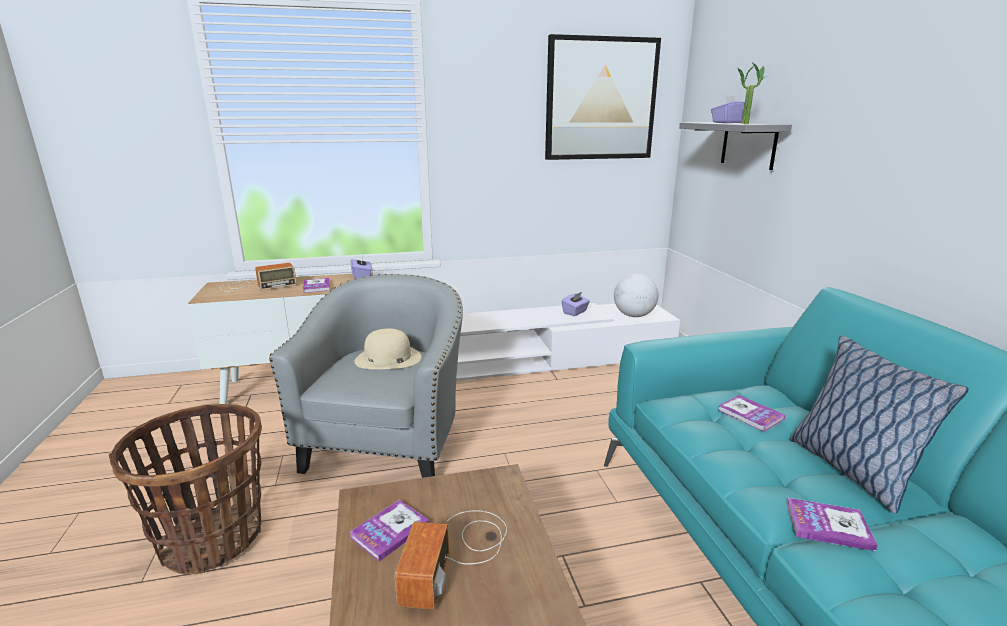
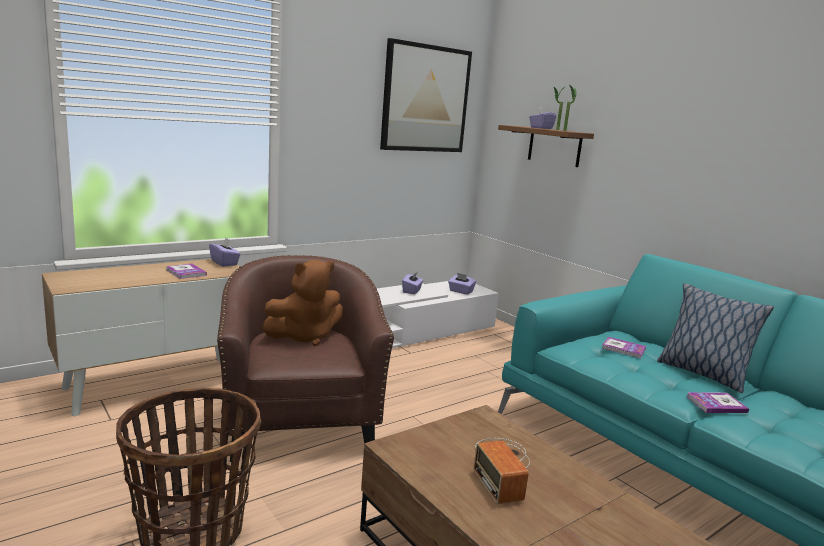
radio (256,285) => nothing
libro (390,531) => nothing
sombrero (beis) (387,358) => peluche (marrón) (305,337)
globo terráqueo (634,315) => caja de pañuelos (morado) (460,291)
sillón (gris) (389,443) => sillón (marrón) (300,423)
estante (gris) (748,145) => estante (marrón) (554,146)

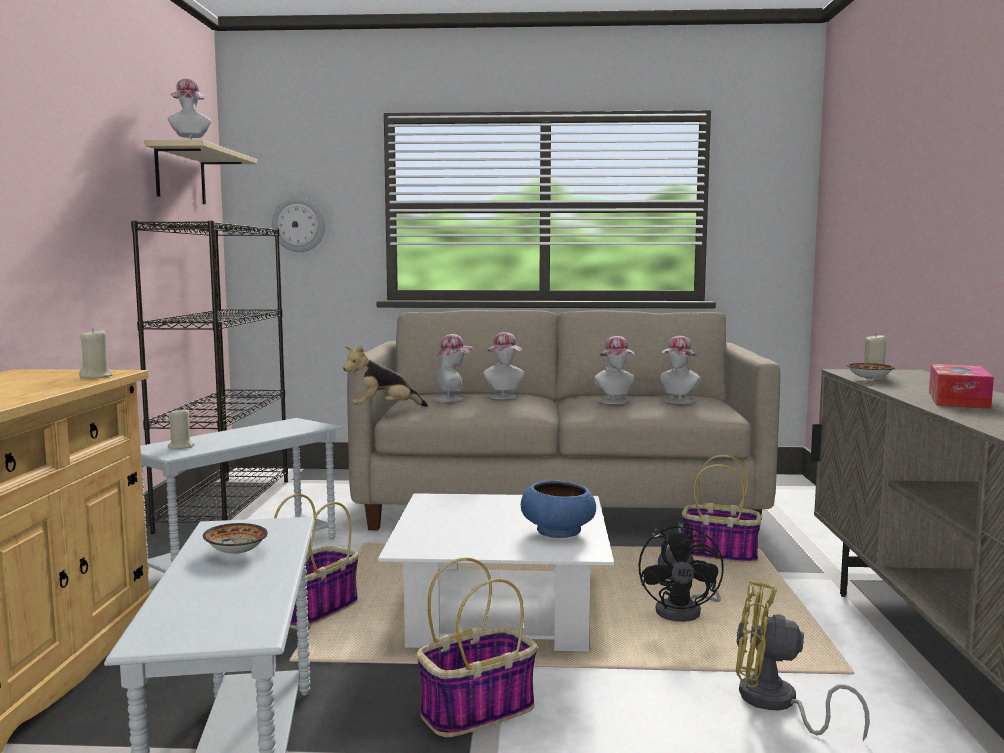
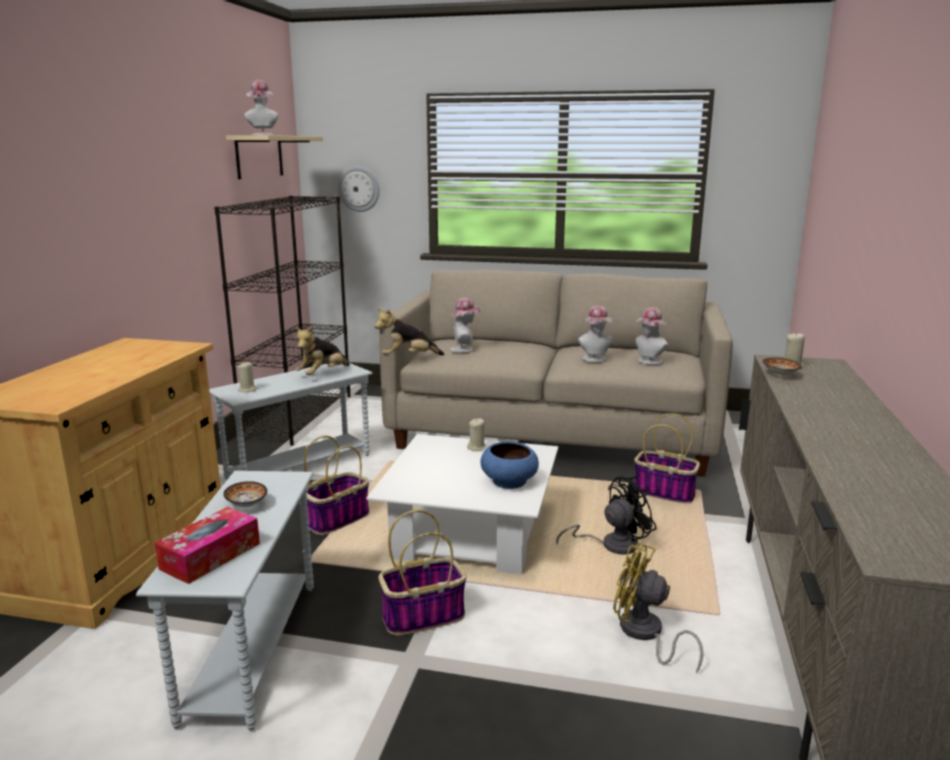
sombrero (504,397) => nothing
nothing => peluche (322,374)
vela (beis) (96,376) => vela (beis) (477,448), moved
caja de pañuelos (958,400) => caja de pañuelos (210,556), moved
ventilador (negro) (685,611) => ventilador (negro) (611,545), 135 degrees counterclockwise

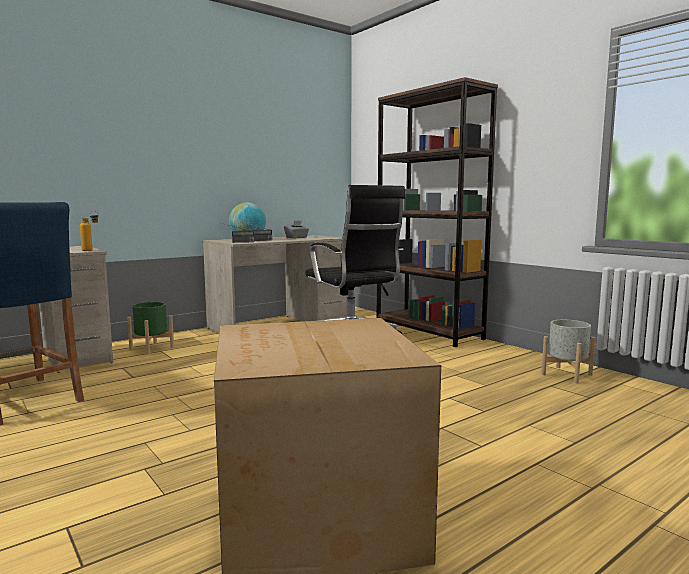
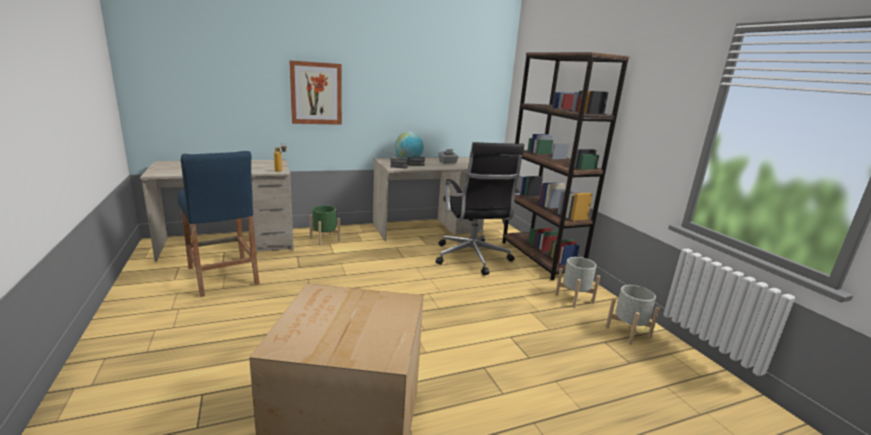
nothing => cuadro (316,93)
nothing => maceta (gris) (574,298)

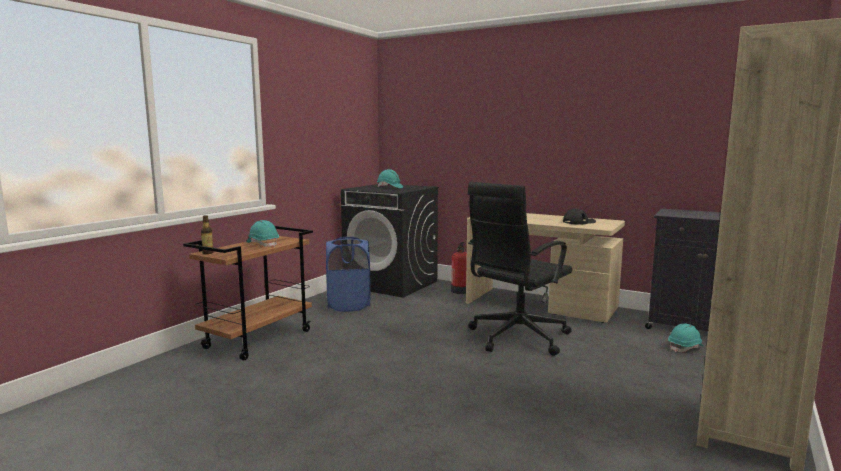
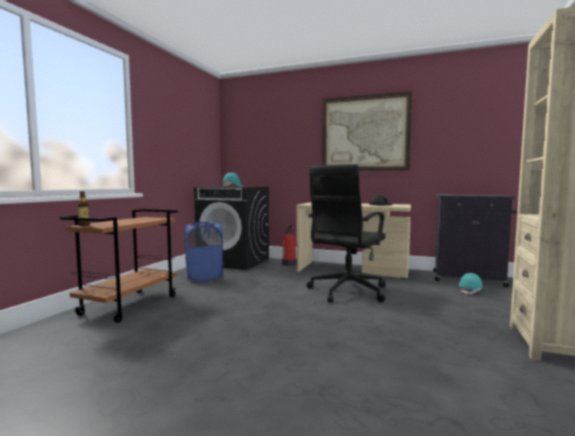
casco (turquesa) (263,244) => nothing
nothing => cuadro (364,133)

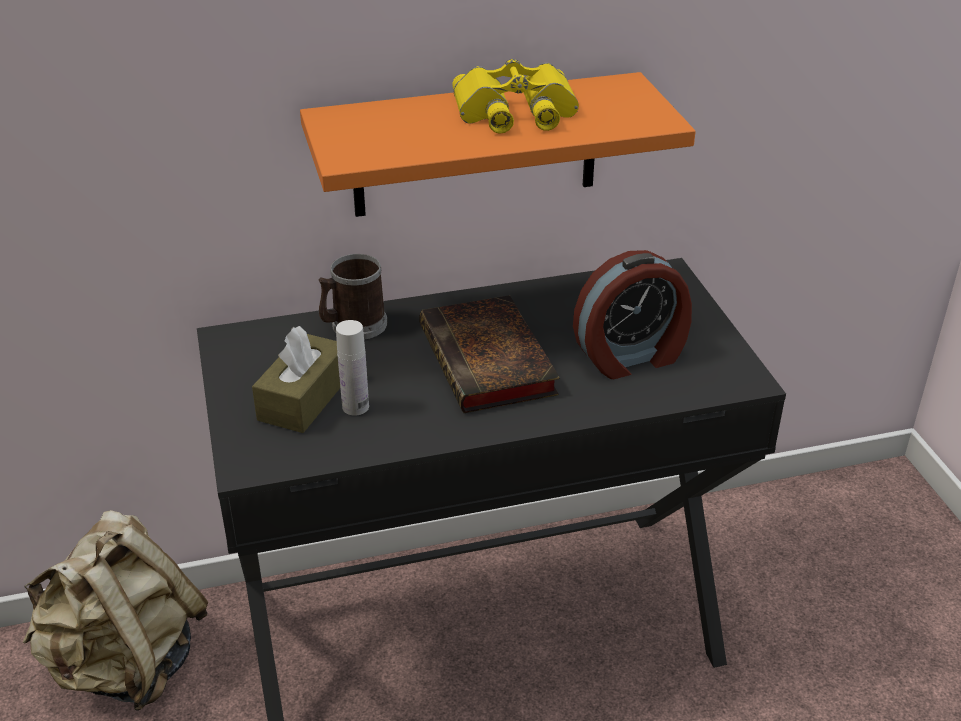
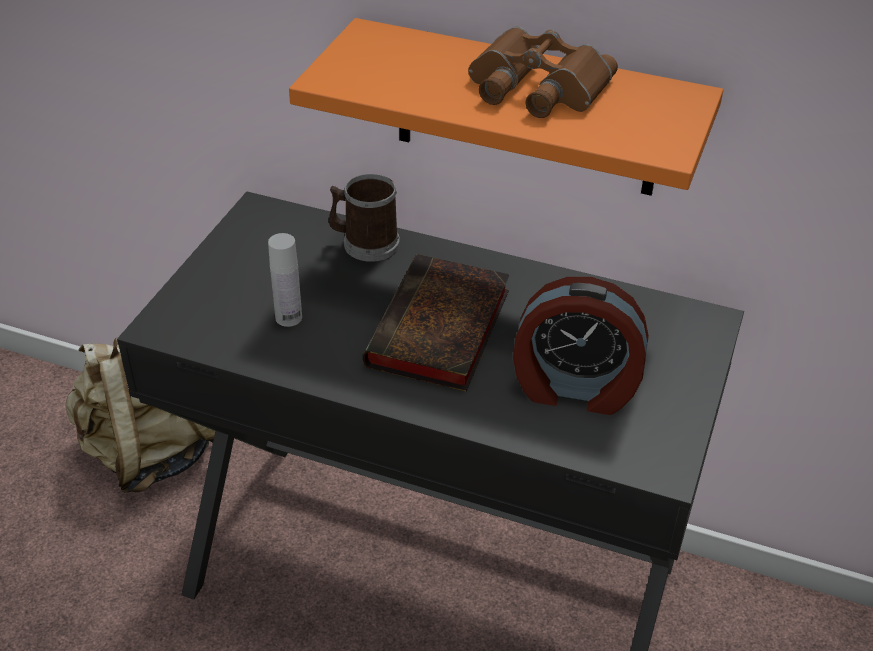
caja de pañuelos (marrón) (304,398) => nothing
prismáticos (amarillo) (515,112) => prismáticos (marrón) (535,87)

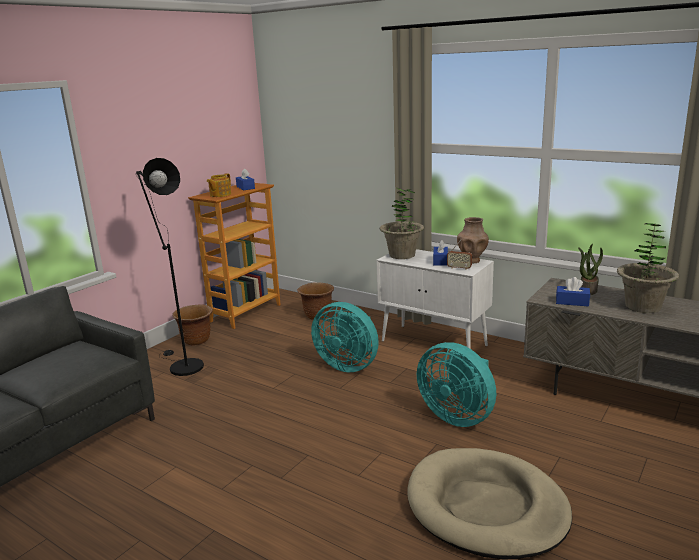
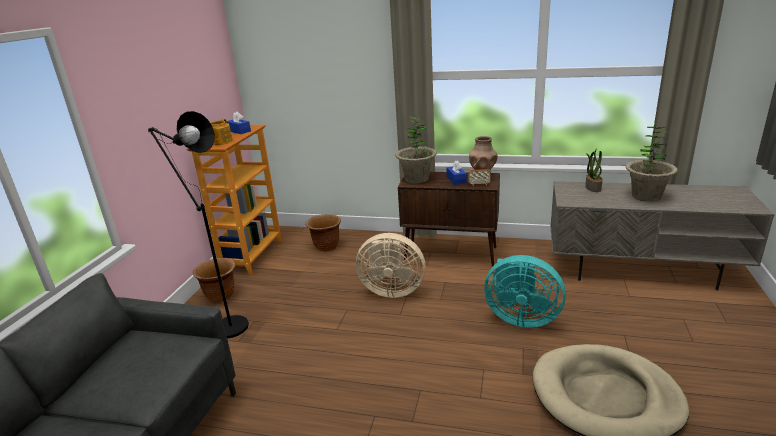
caja de pañuelos (azul) (572,302) => nothing
ventilador (turquesa) (348,365) => ventilador (beis) (391,290)
armario (blanco) (434,344) => armario (marrón) (451,254)

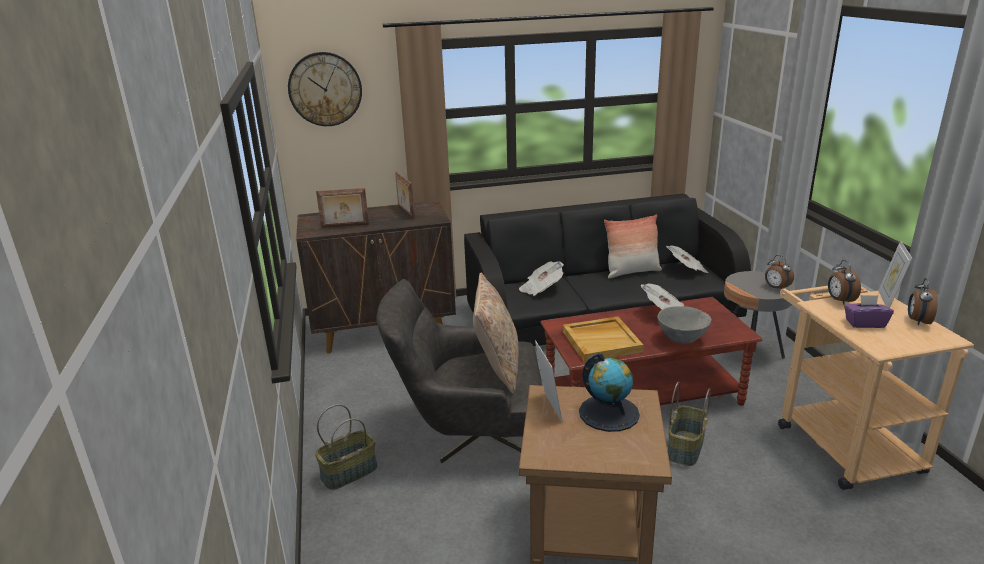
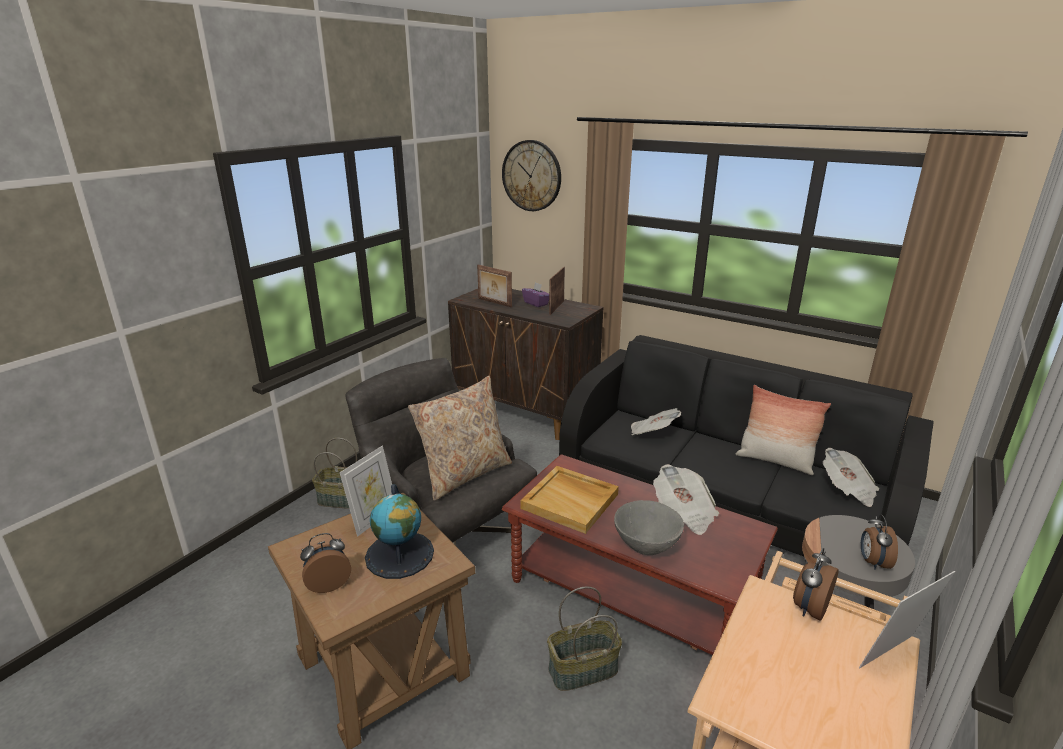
caja de pañuelos (morado) (864,323) => caja de pañuelos (morado) (536,303), moved
despertador (917,321) => despertador (328,584), moved

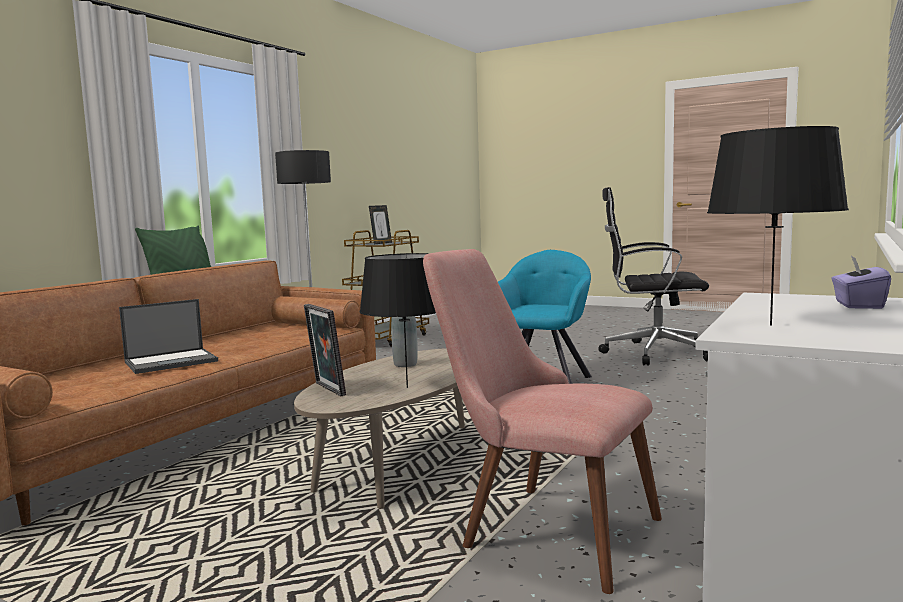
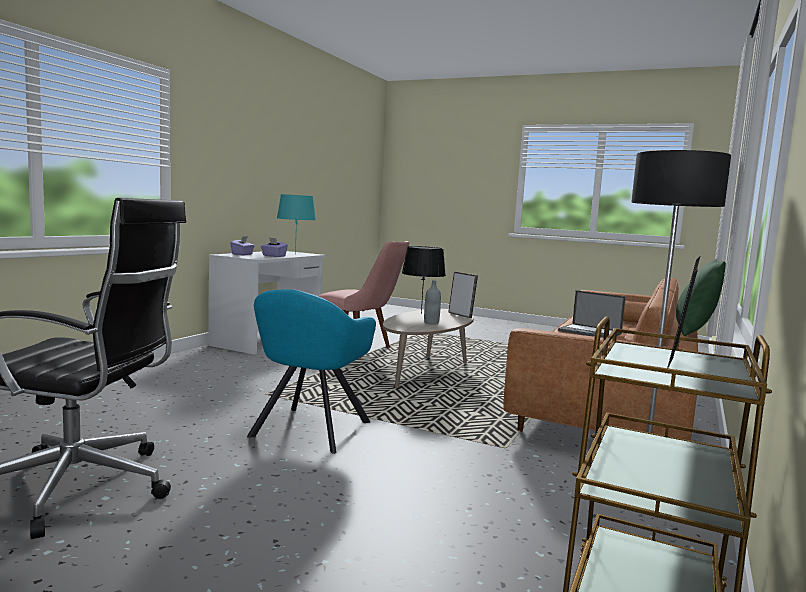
nothing => caja de pañuelos (morado) (273,256)
lámpara de mesa (negro) (770,325) => lámpara de mesa (turquesa) (295,254)
portátil (172,361) => portátil (590,332), 105 degrees counterclockwise

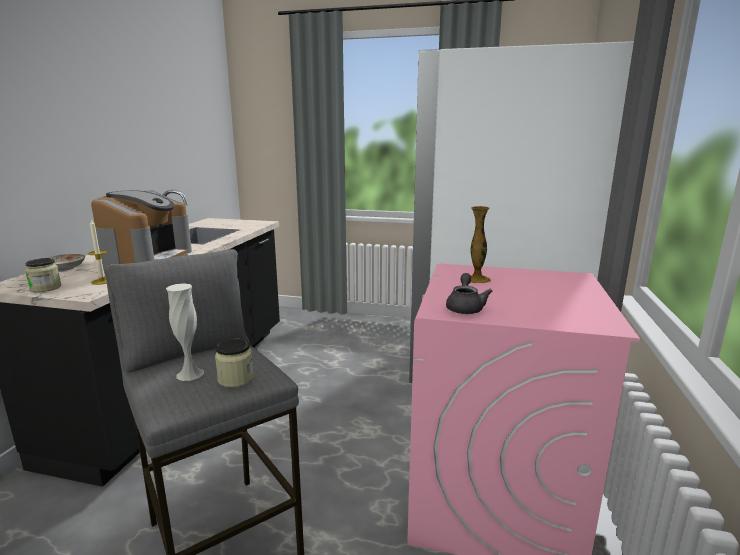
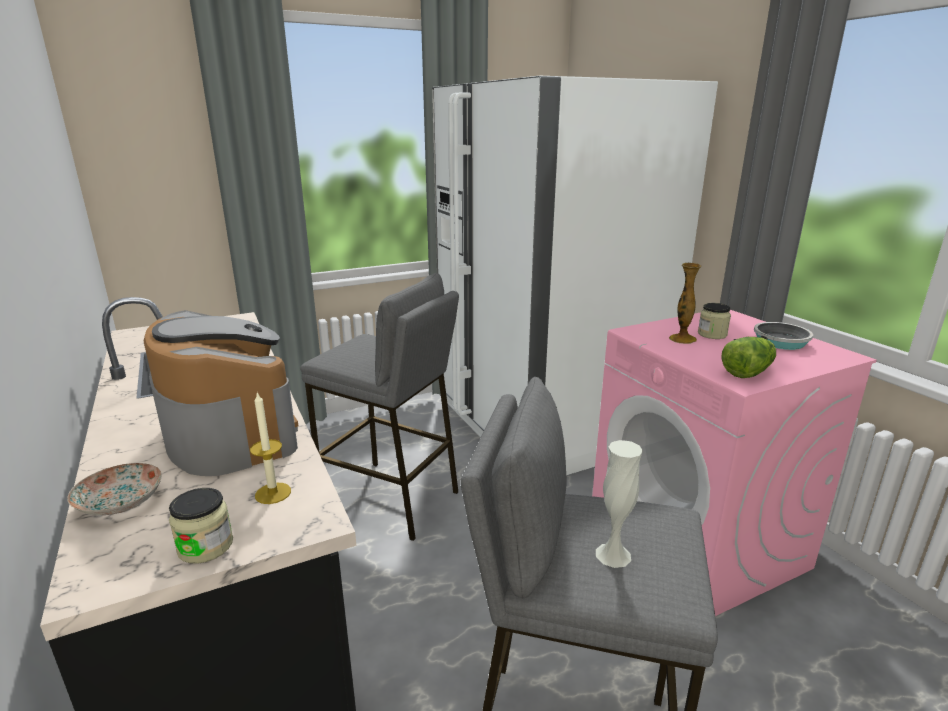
nothing => taburete (gris) (391,499)
nothing => sartén (777,343)
tarro (236,379) => tarro (712,334), moved
tetera (gris) (465,307) => lechuga (747,371)

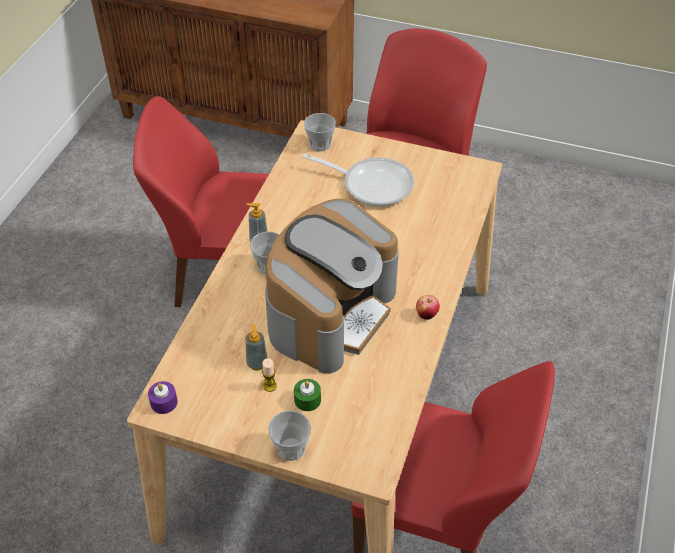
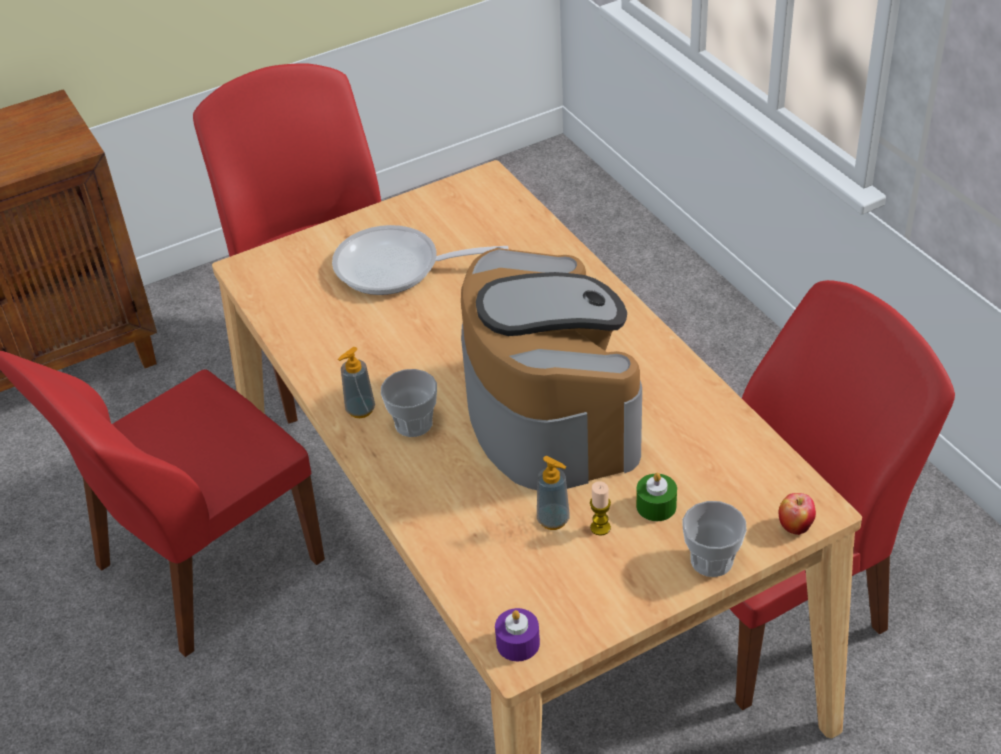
taza (320,144) => nothing
manzana (426,314) => manzana (795,526), moved
sartén (372,184) => sartén (397,268), 150 degrees counterclockwise

